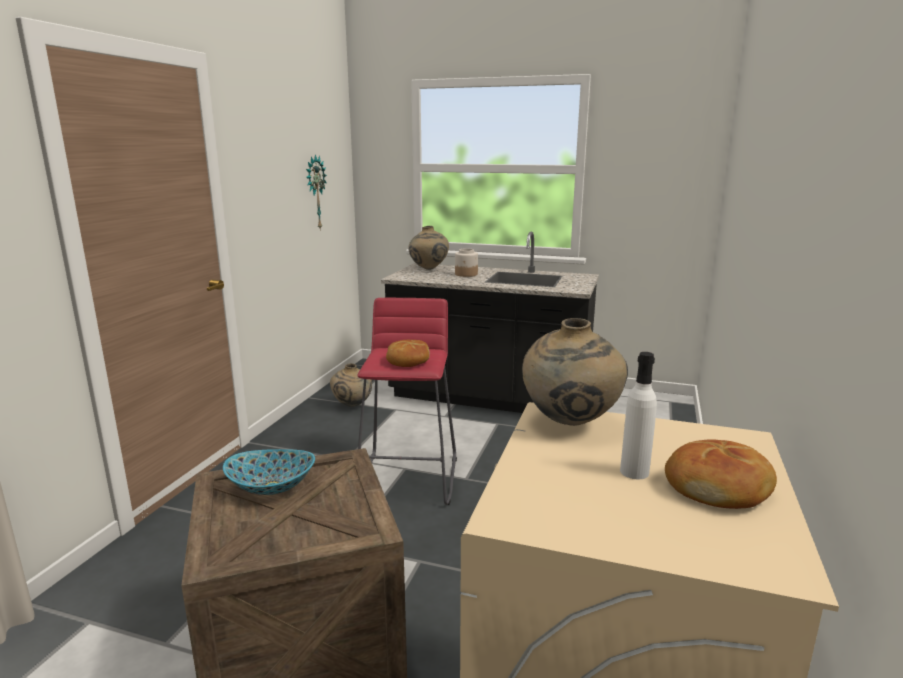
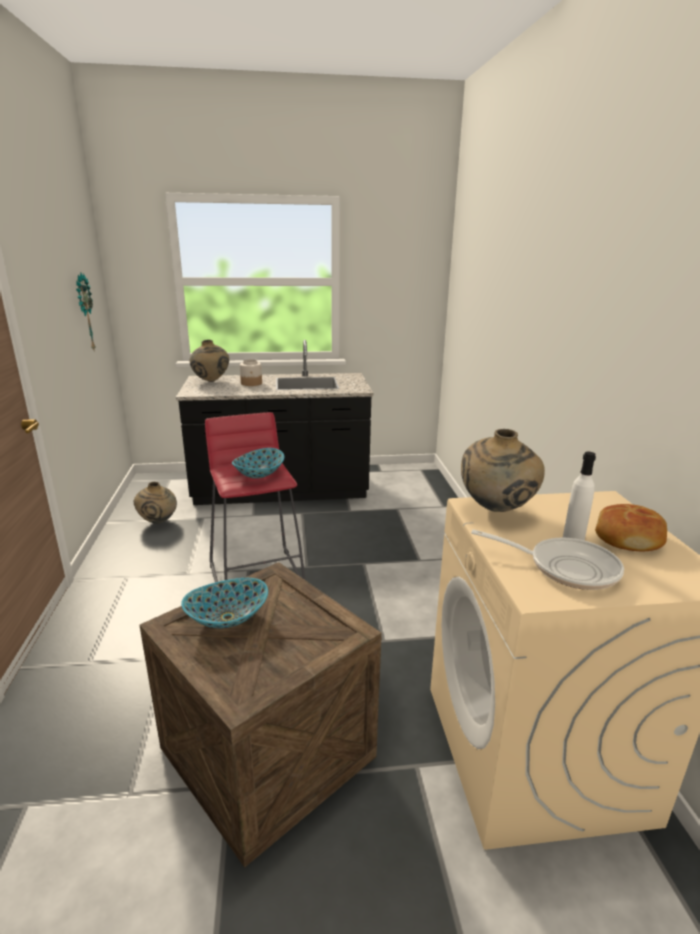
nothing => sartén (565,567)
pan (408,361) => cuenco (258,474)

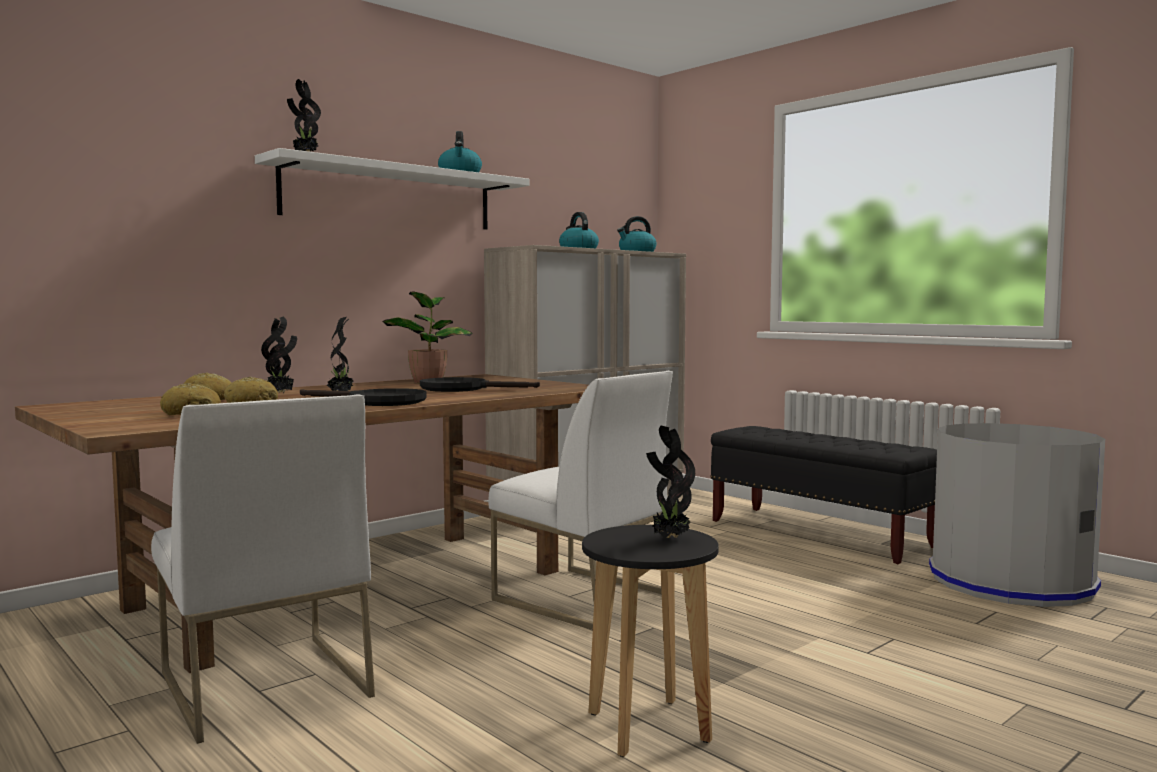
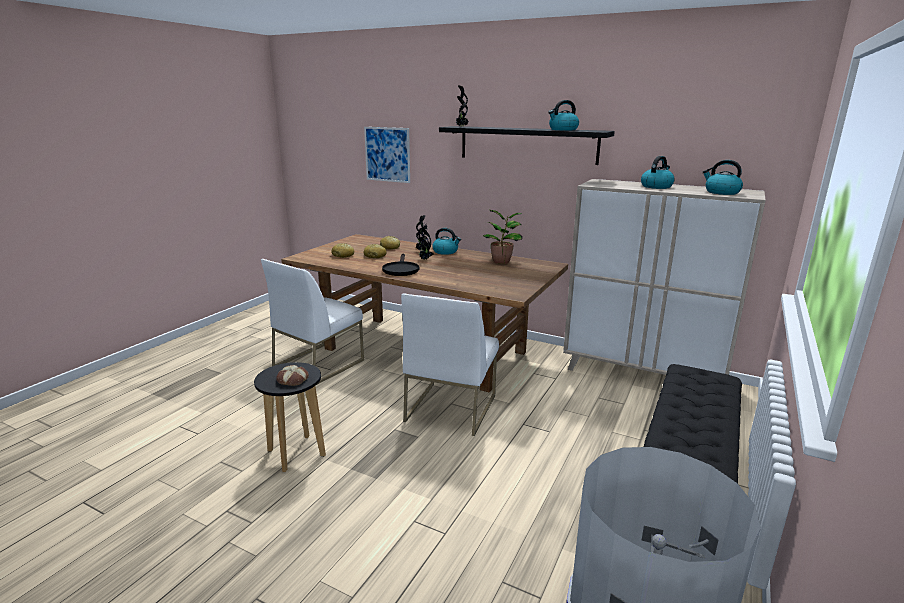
sartén (negro) (463,389) => nothing
nothing => cuadro (387,154)
nothing => hervidor (446,252)
planta en maceta (669,539) => pan (292,380)
estante (blanco) (390,196) => estante (negro) (527,144)

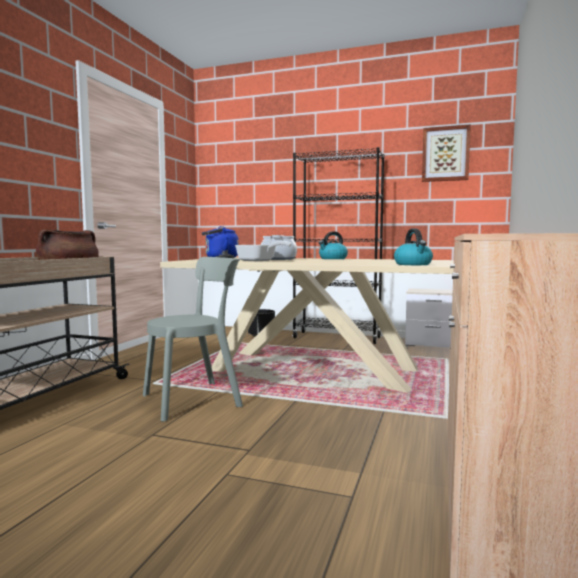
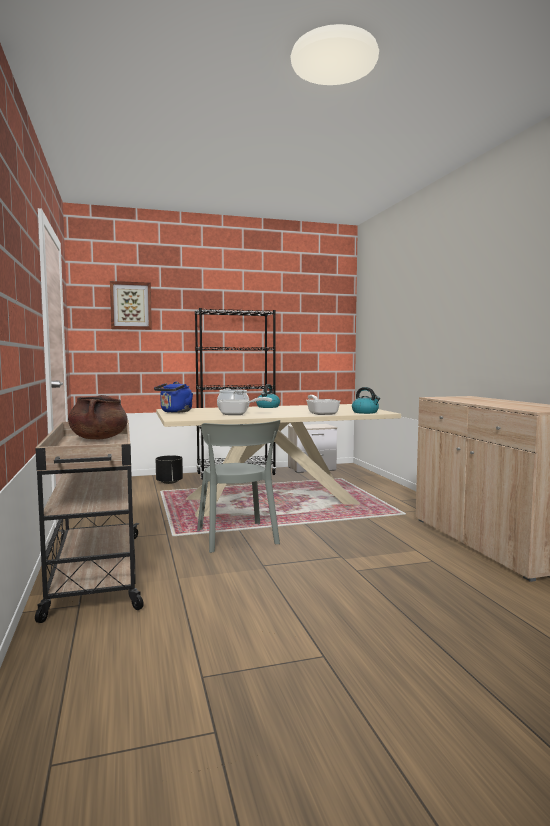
nothing => sartén (321,413)
cuadro (445,154) => cuadro (131,306), moved
silla (gris) (196,399) => silla (gris) (237,538), 135 degrees clockwise

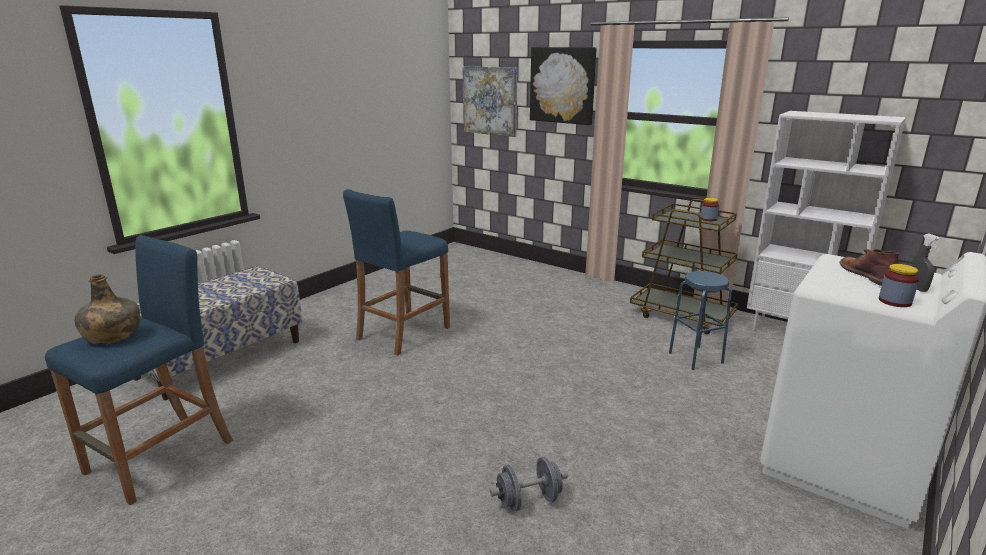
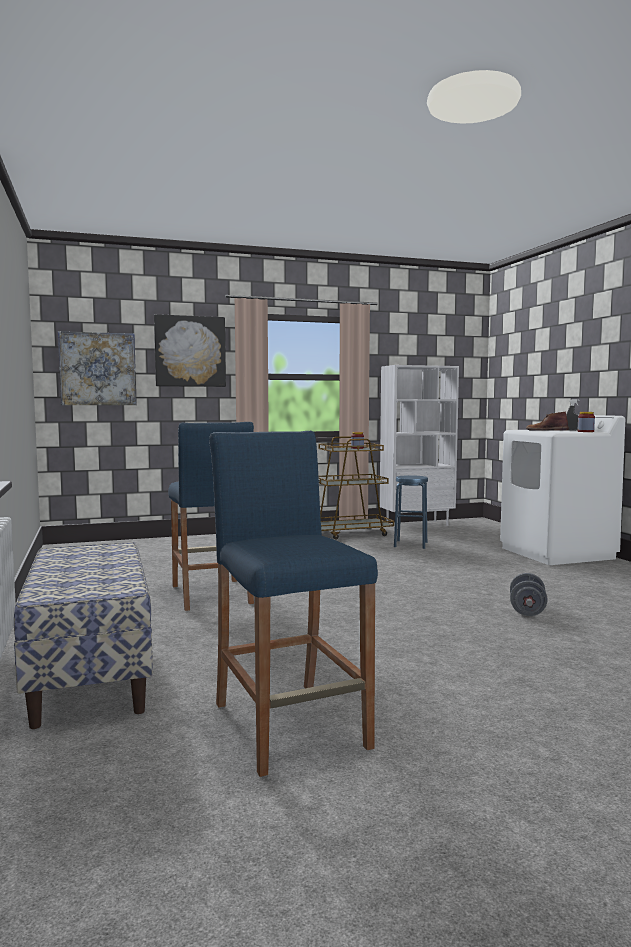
botella (verde) (112,336) => nothing

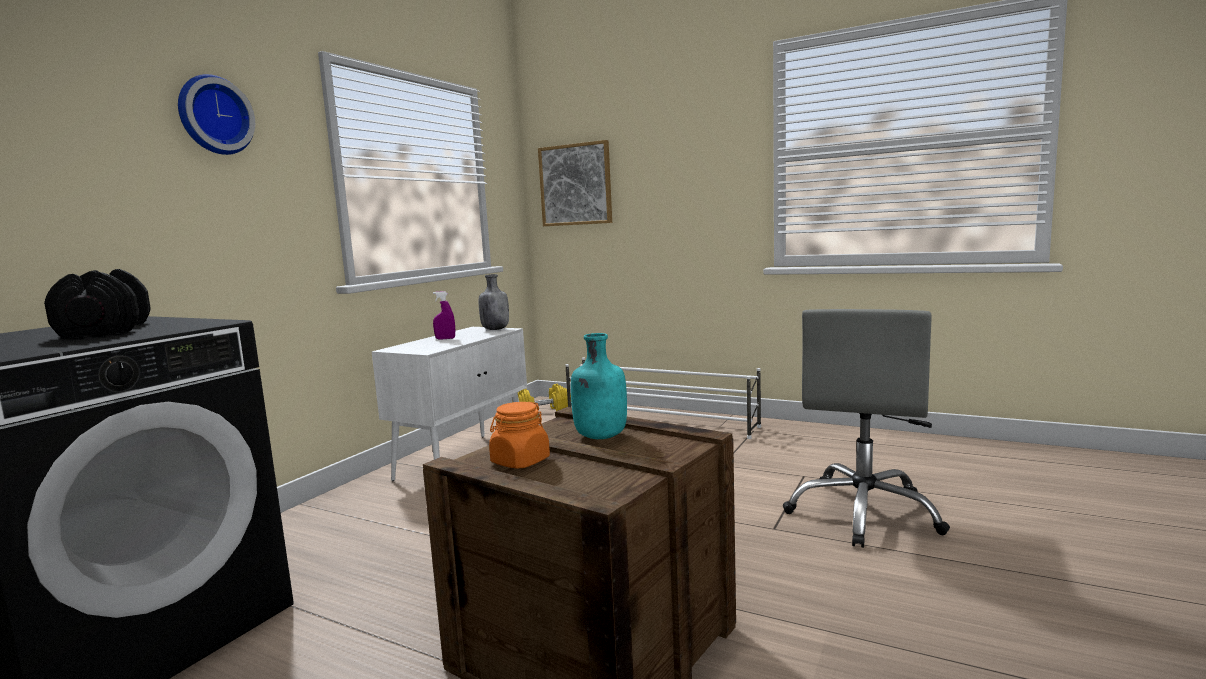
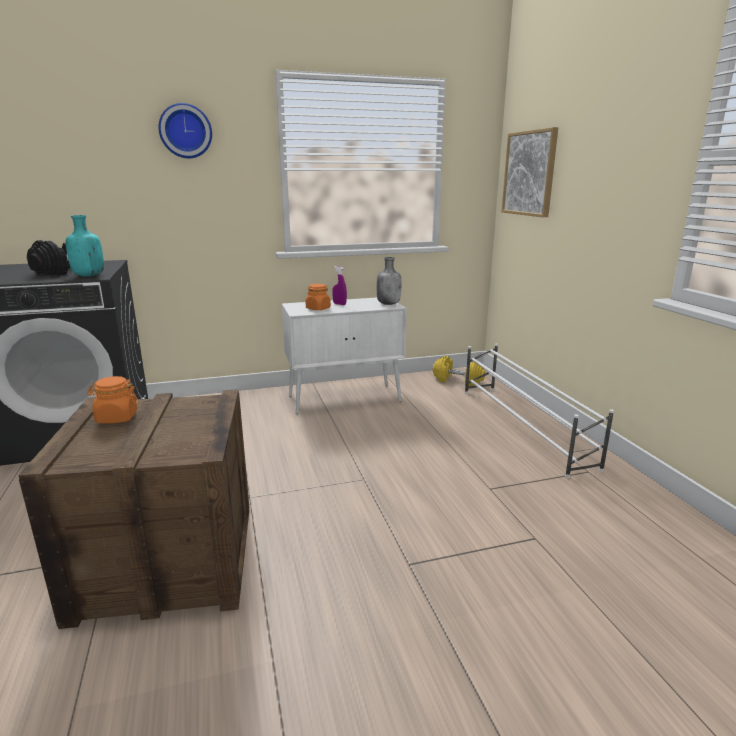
silla de oficina (gris) (864,513) => nothing
nothing => tarro (naranja) (318,308)
botella (turquesa) (600,437) => botella (turquesa) (88,275), moved

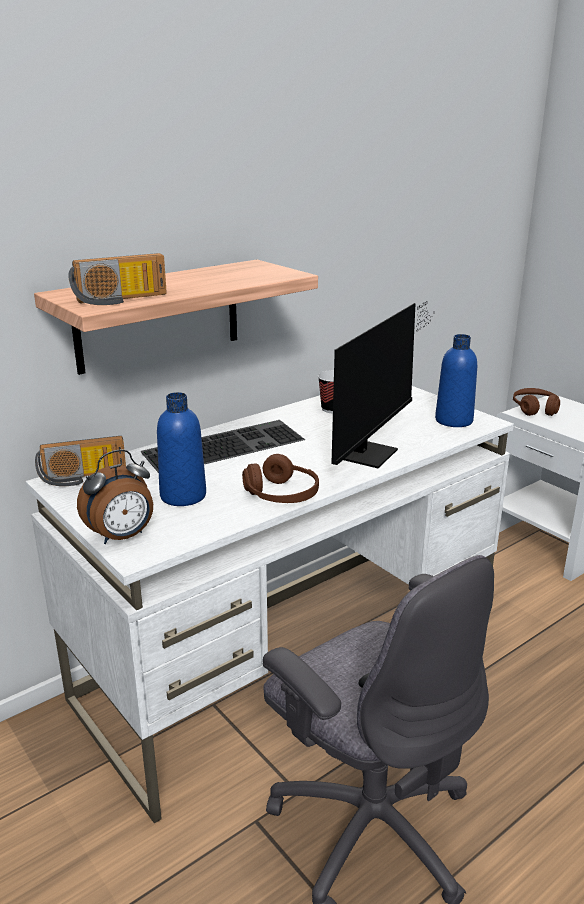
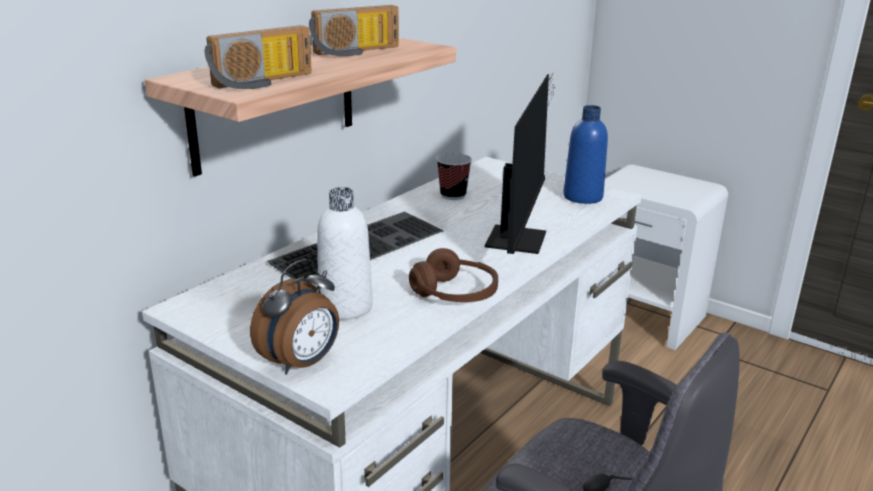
auriculares (marrón) (535,409) => nothing
radio (83,478) => radio (357,52), moved
botella (azul) (183,496) => botella (blanco) (345,307)

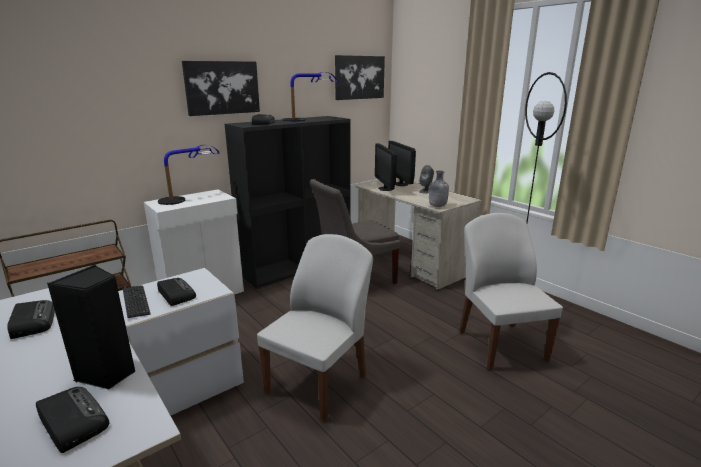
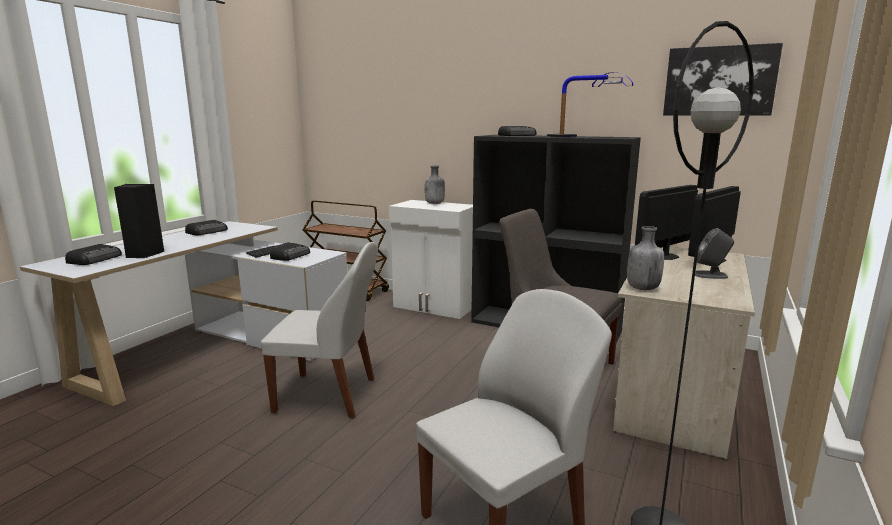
cuadro (222,87) => nothing
lámpara de mesa (185,198) => botella (gris) (435,203)

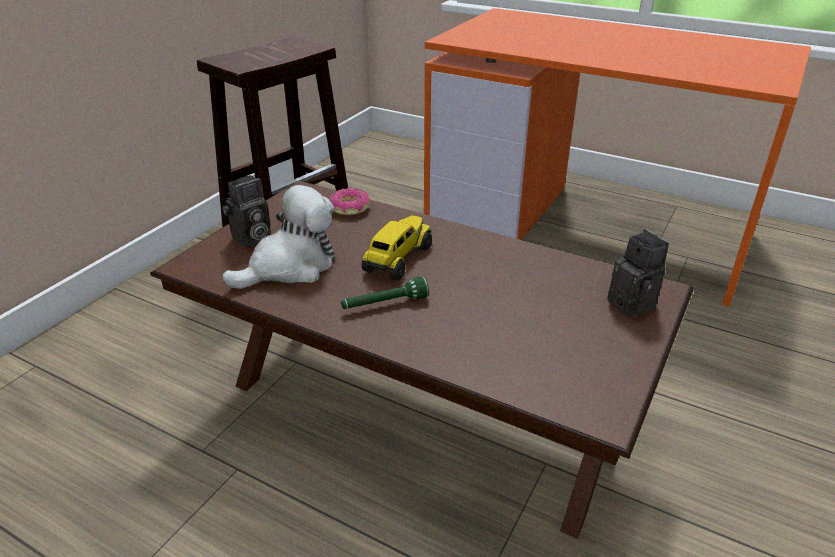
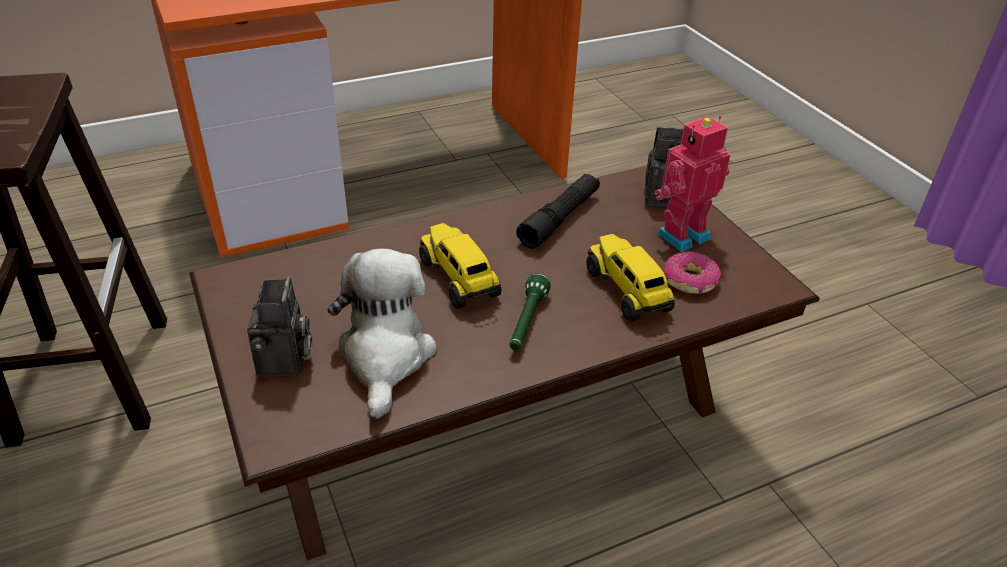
nothing => linterna (negro) (560,219)
nothing => camión de juguete (628,292)
nothing => robot de juguete (681,234)
rosquilla (349,208) => rosquilla (690,281), moved

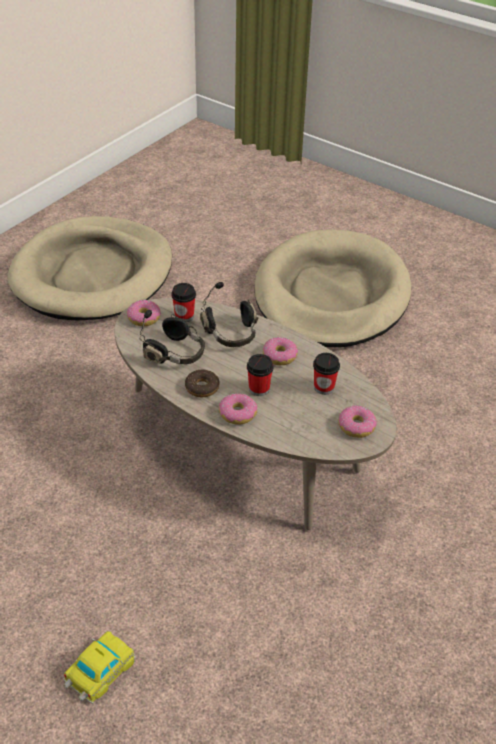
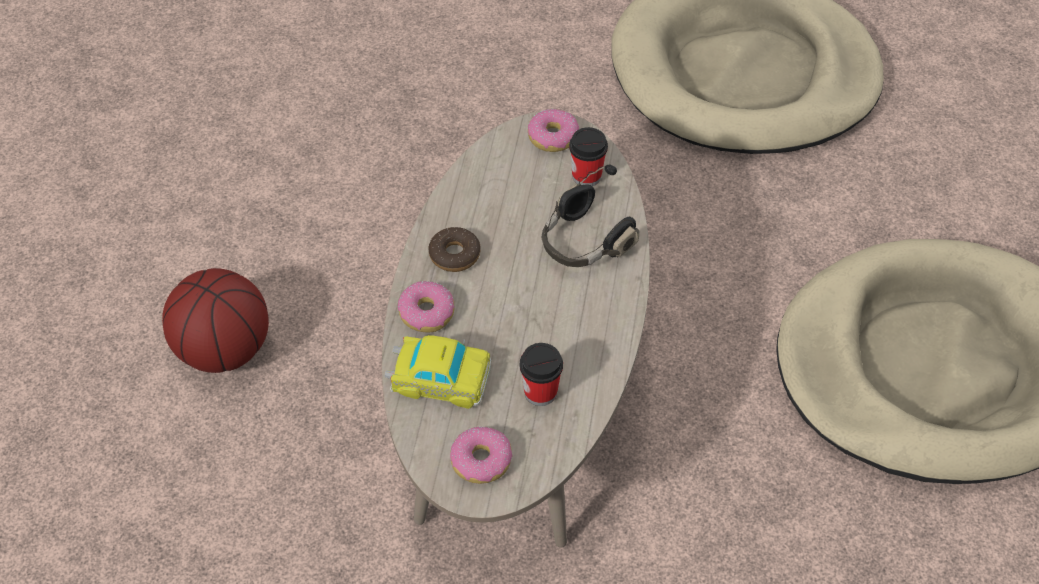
auriculares (negro) (176,353) => nothing
taza (259,389) => nothing
rosquilla (280,356) => nothing
nothing => balón de baloncesto (224,348)
coche de juguete (99,671) => coche de juguete (438,377), moved

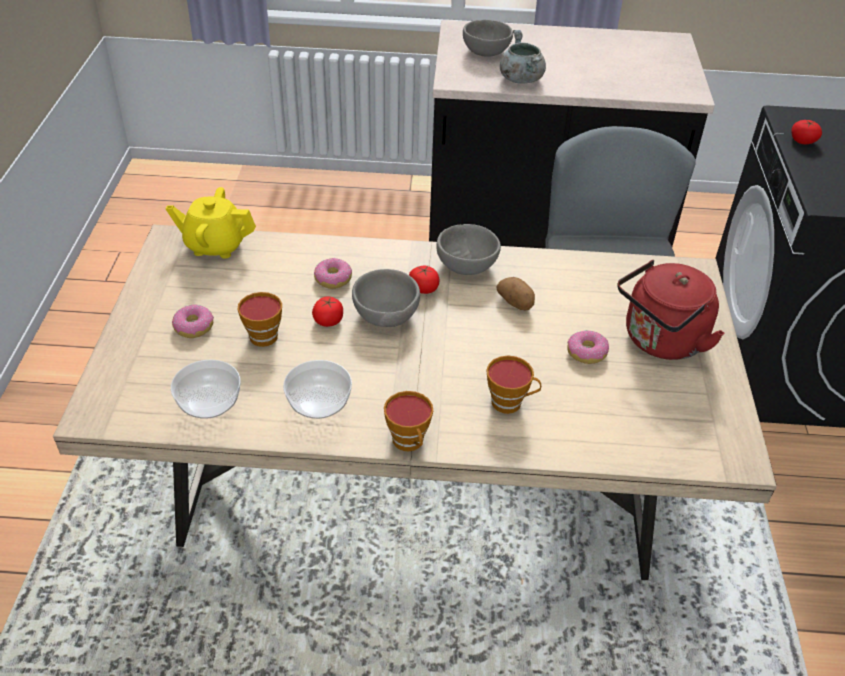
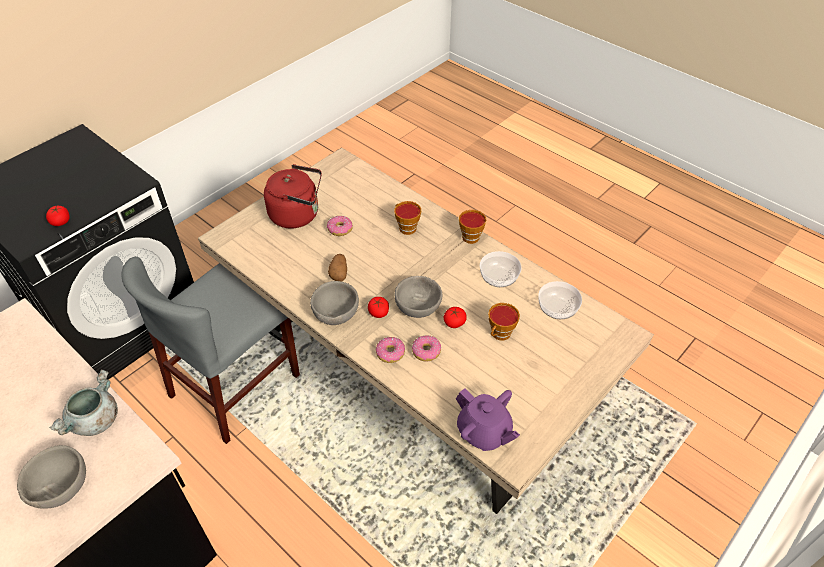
rosquilla (193,327) => rosquilla (390,353), moved
tetera (amarillo) (215,245) => tetera (morado) (484,432)

